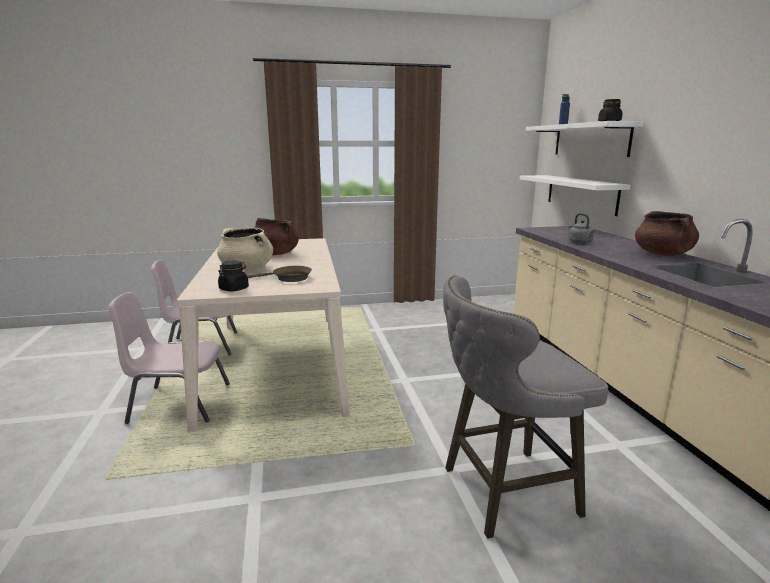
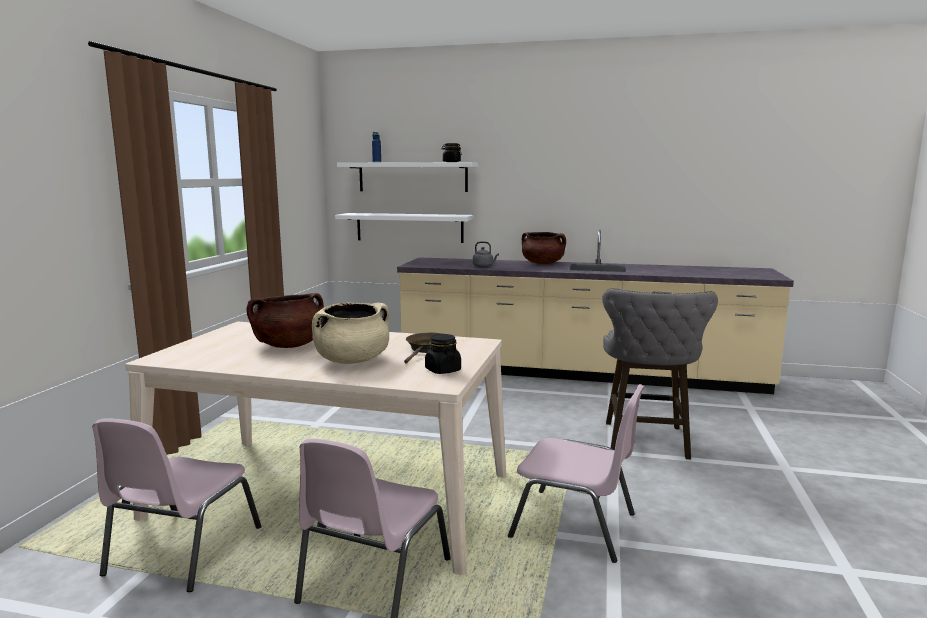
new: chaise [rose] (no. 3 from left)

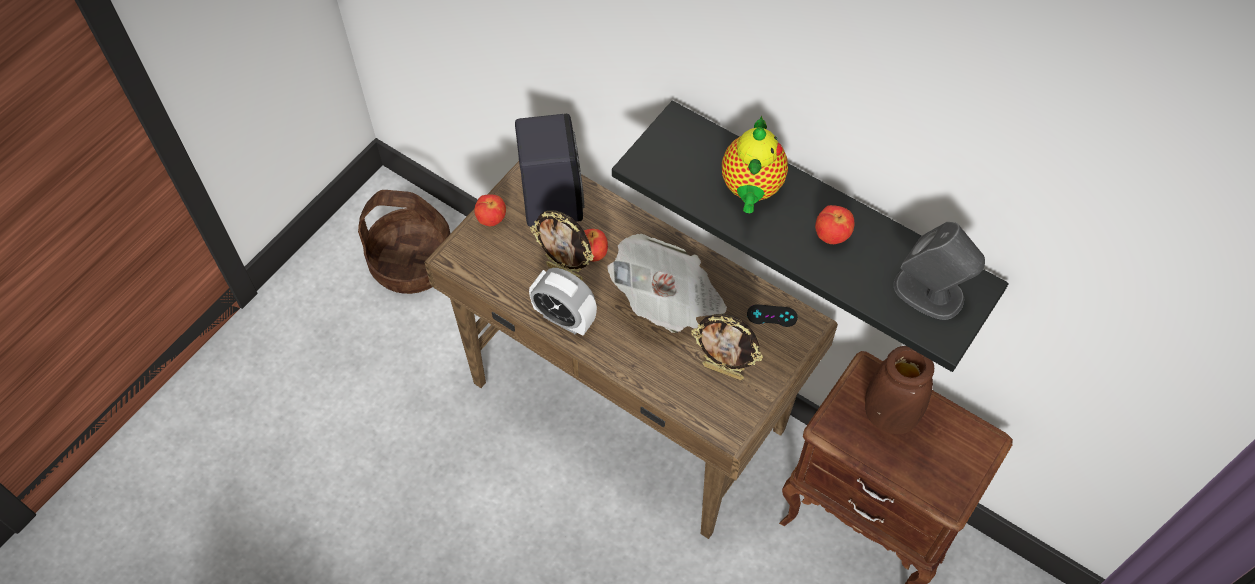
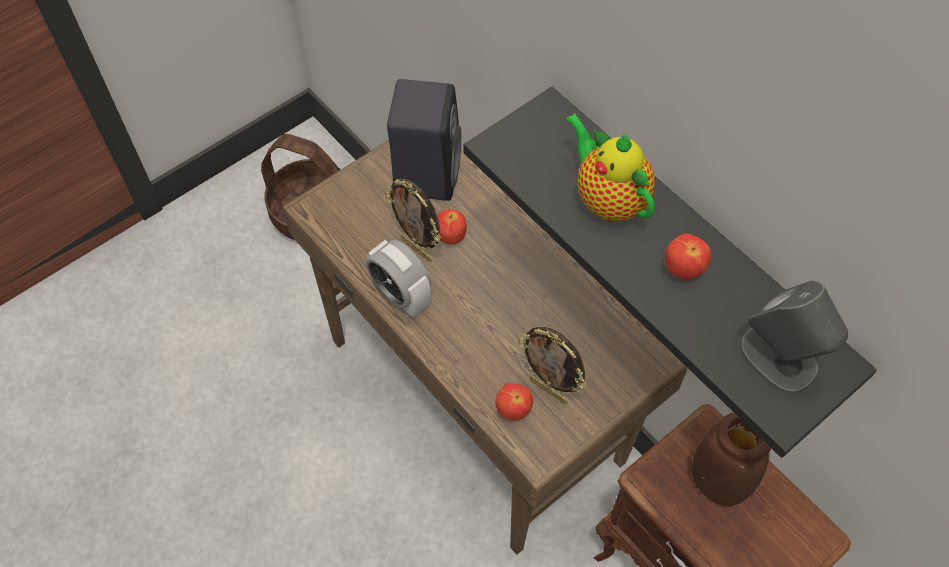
gone: journal; manette [noir]
shifted: pomme (no. 1 from left in the first image) to pomme (no. 2 from left)
rotated: théière 120 degrees clockwise

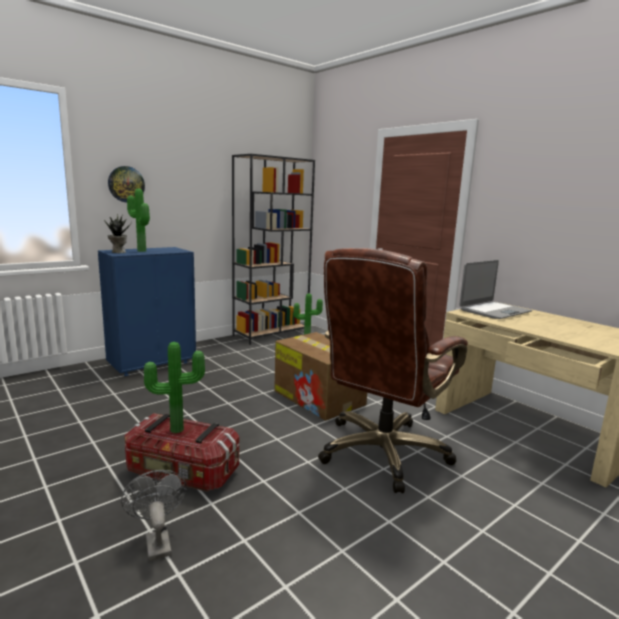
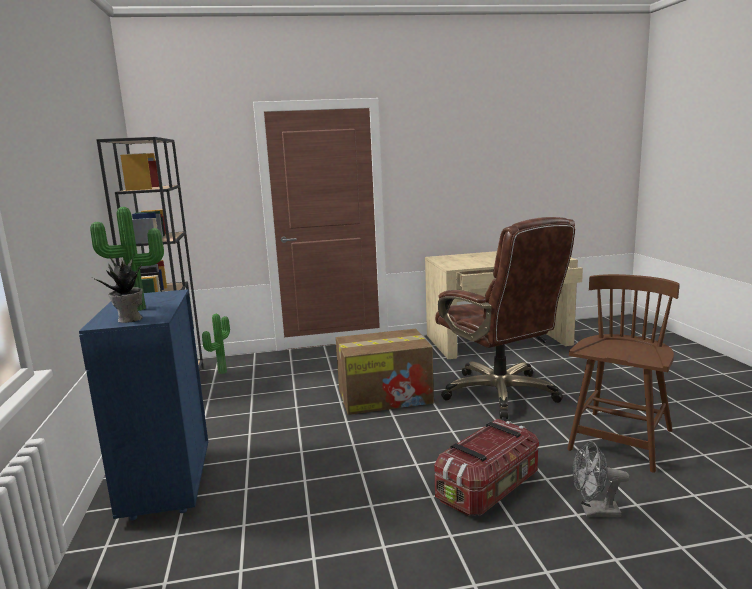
gone: horloge murale; plante en pot (no. 3 from left); ordinateur portable
new: chaise [marron]

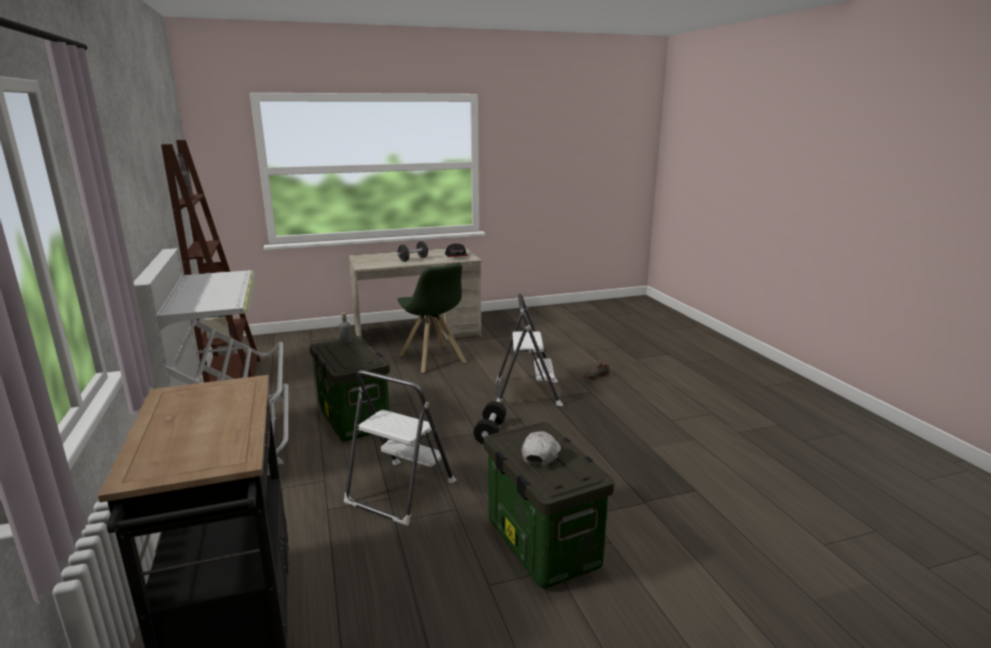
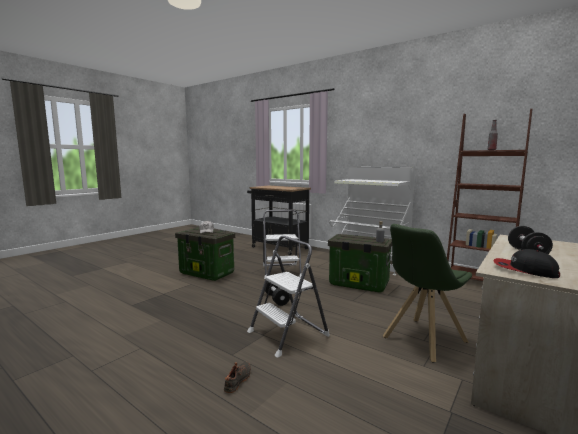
rotated: chaise [vert] 60 degrees counterclockwise

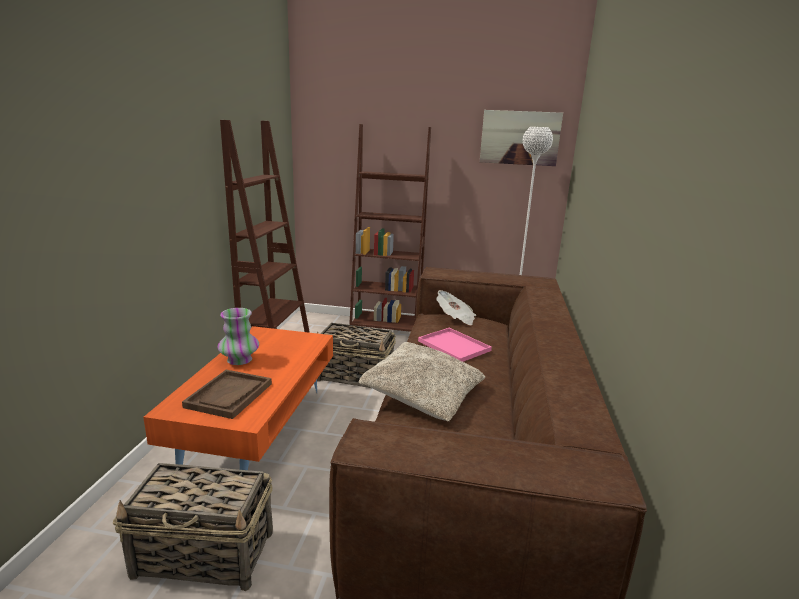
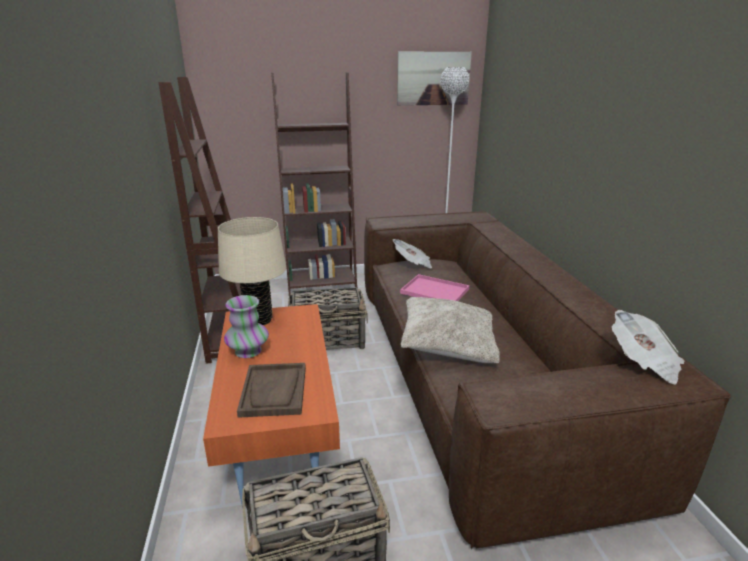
new: lampe de table [beige]; journal (no. 2 from left)

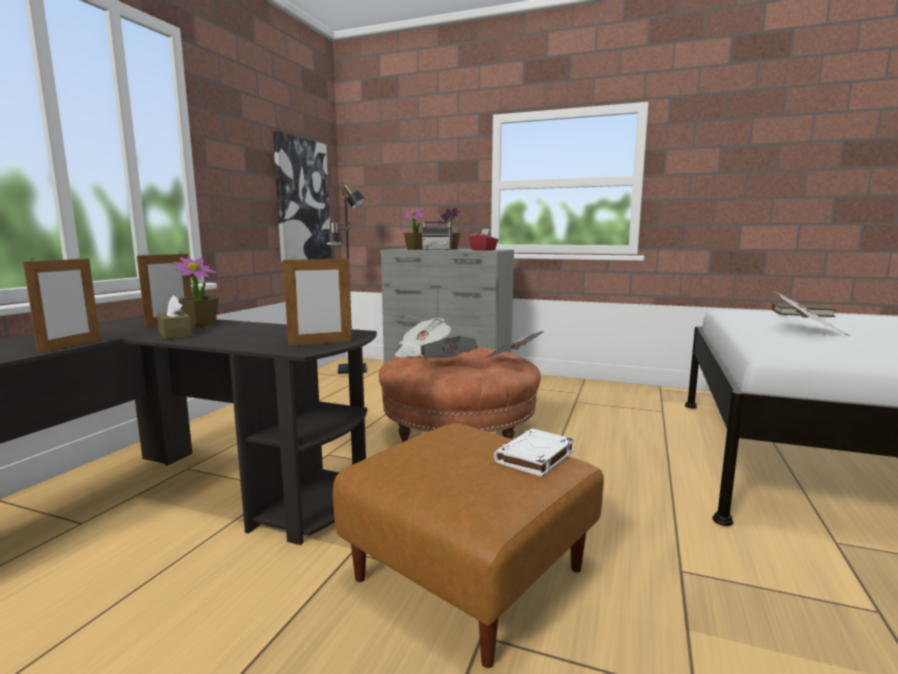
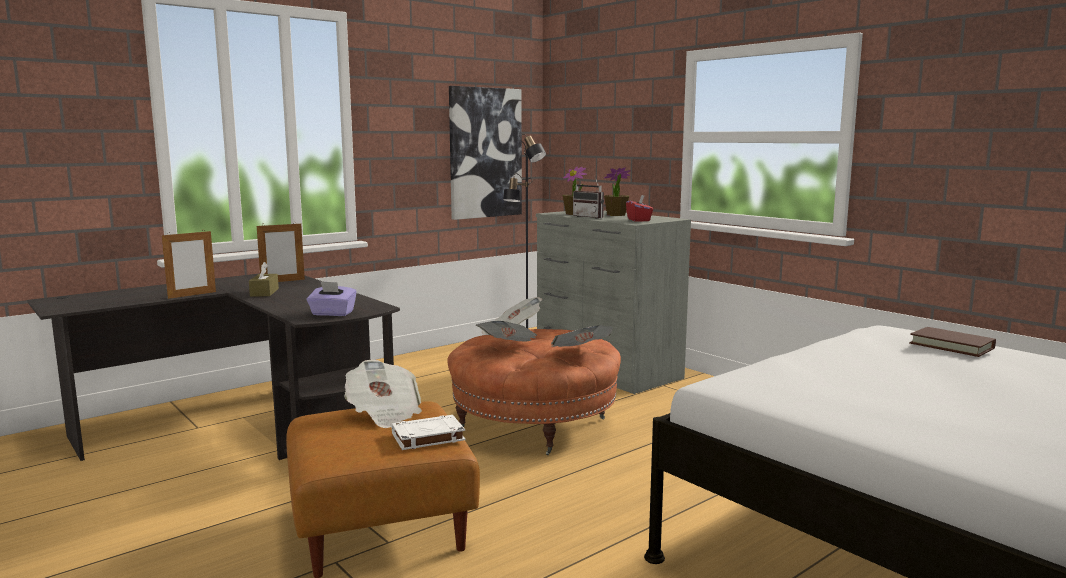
gone: plante en pot (no. 1 from left)
shifted: journal (no. 4 from left in the first image) to journal (no. 1 from left)
swapped: cadre photo (no. 3 from left) to boîte à mouchoirs [violet]

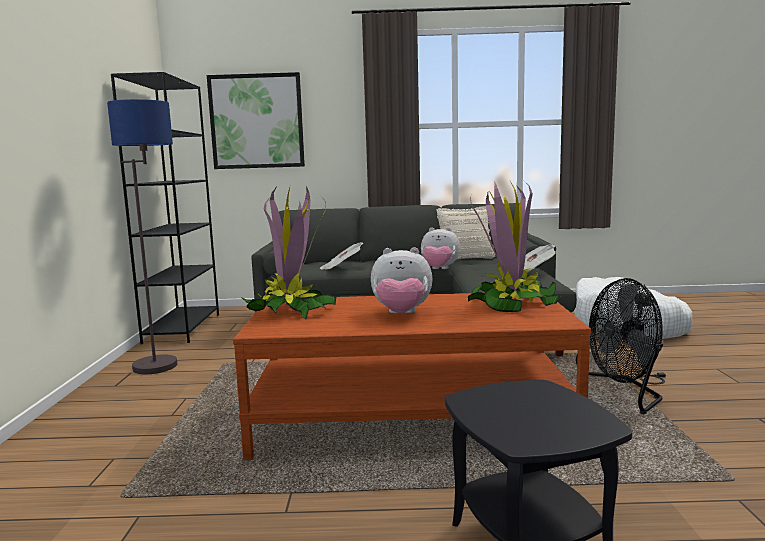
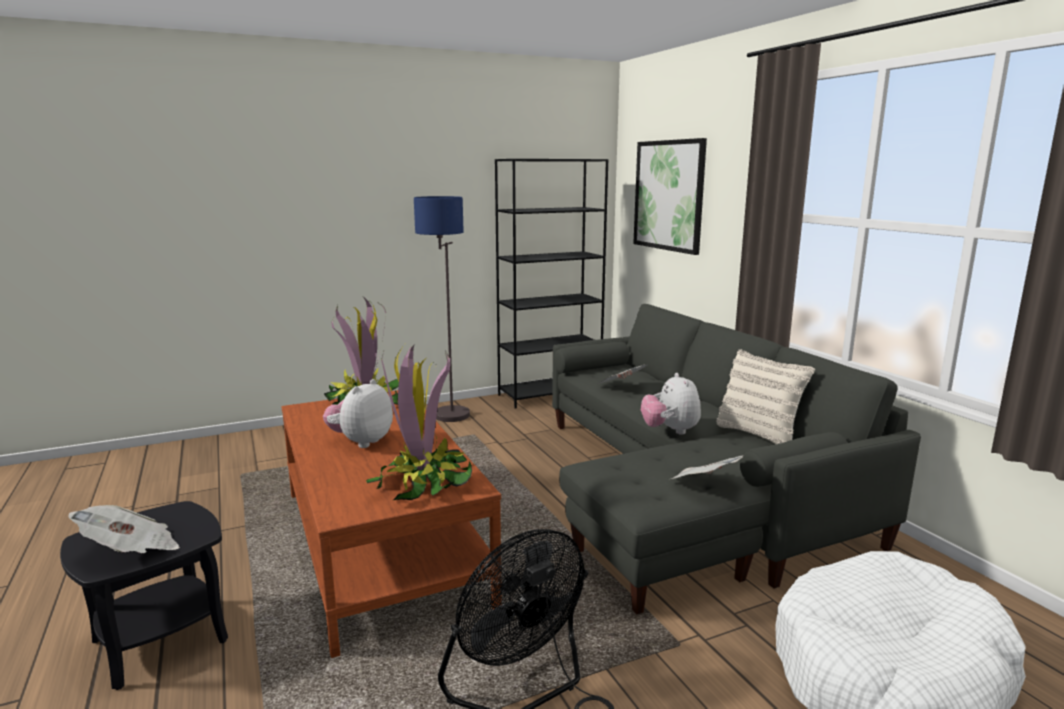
new: journal (no. 1 from left)
rotated: peluche (no. 1 from left) 45 degrees clockwise

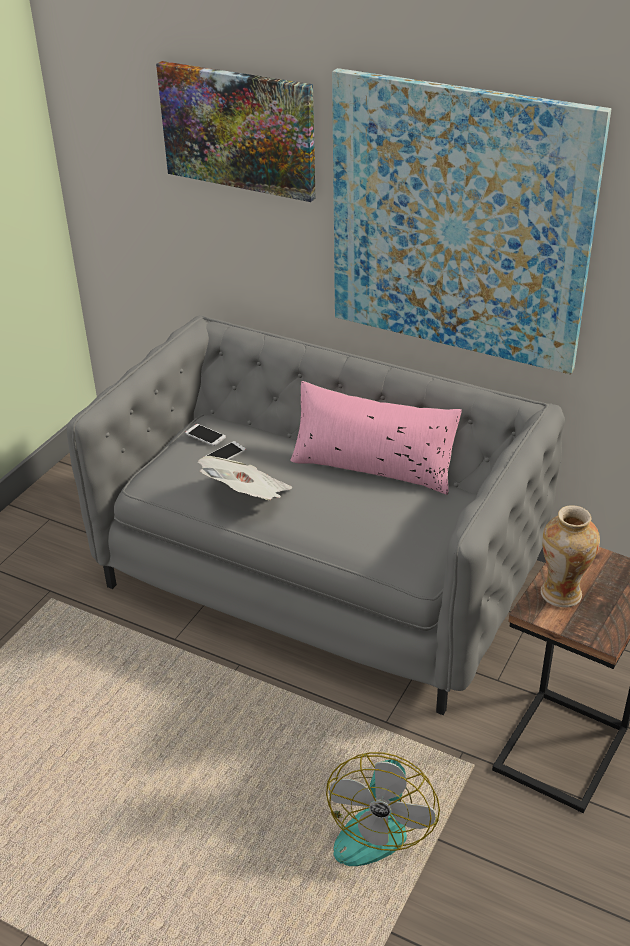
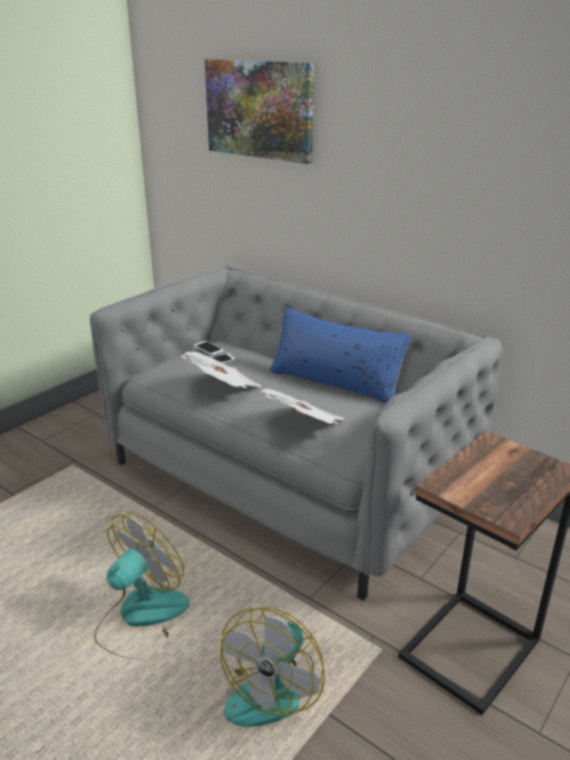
gone: tableau (no. 2 from left); vase
new: ventilateur (no. 1 from left); journal (no. 2 from left)
repainted: coussin [rose] to coussin [bleu]

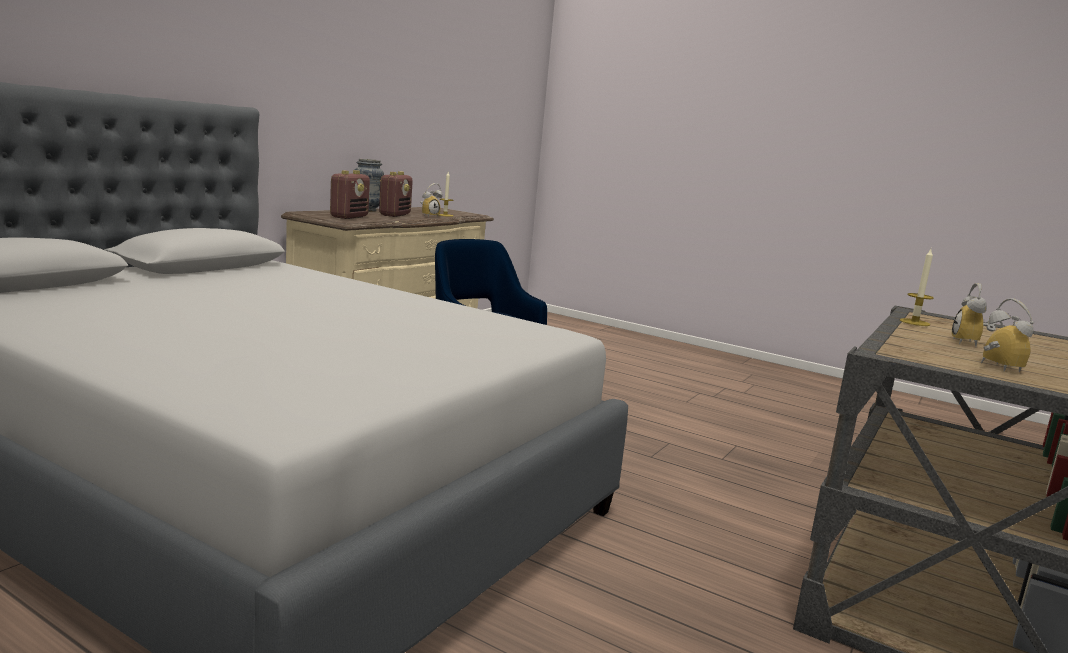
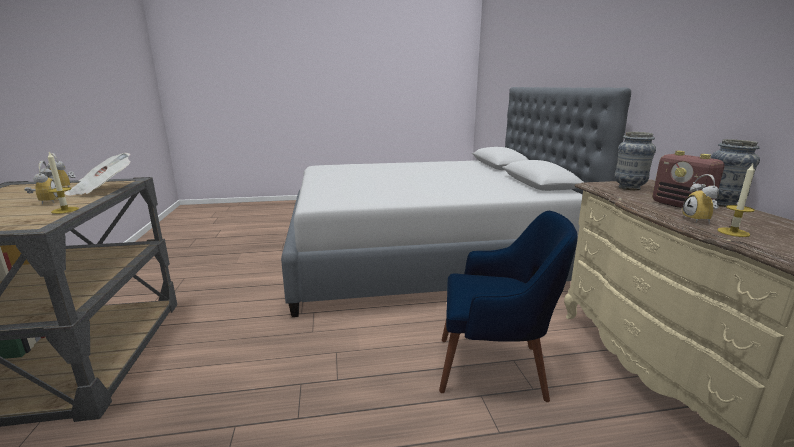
new: journal
swapped: radio (no. 1 from left) to vase (no. 1 from left)

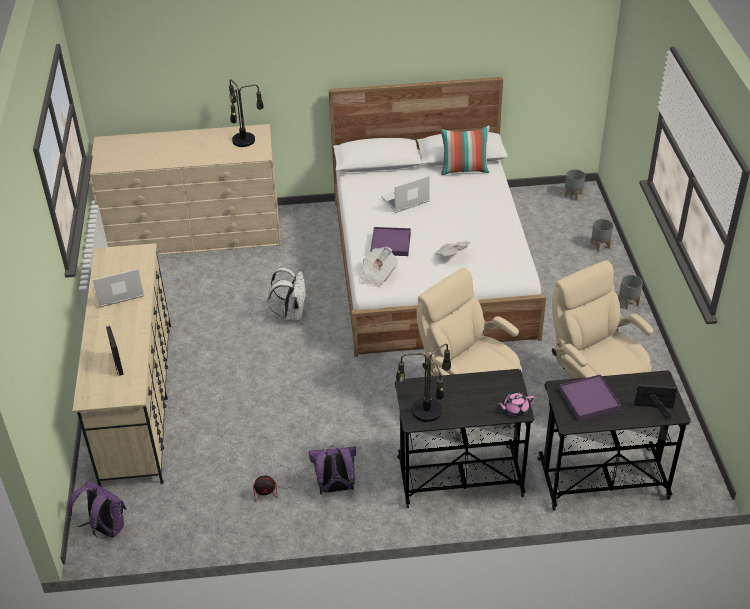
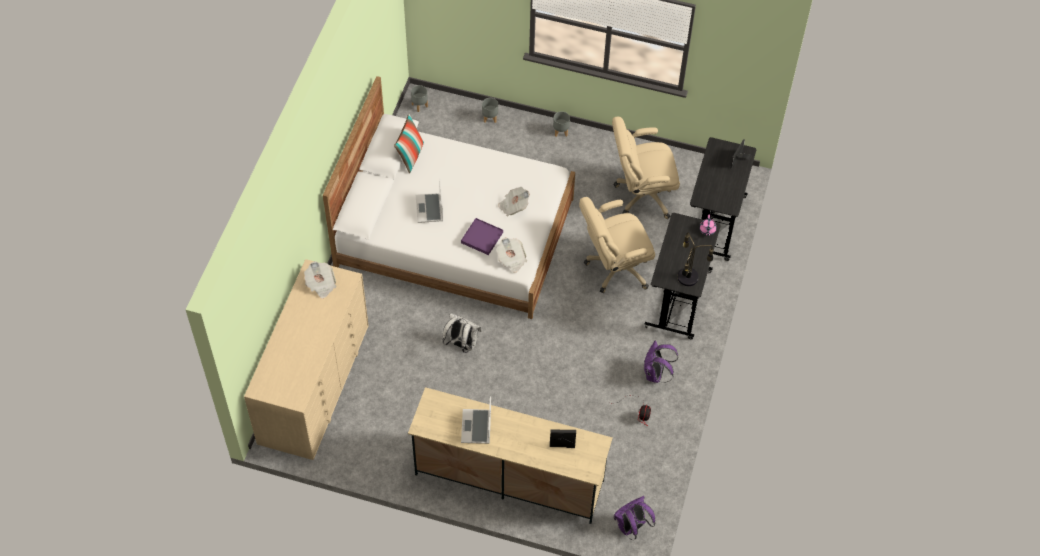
gone: plateau [violet] (no. 2 from left)
swapped: lampe de table (no. 1 from left) to journal (no. 1 from left)

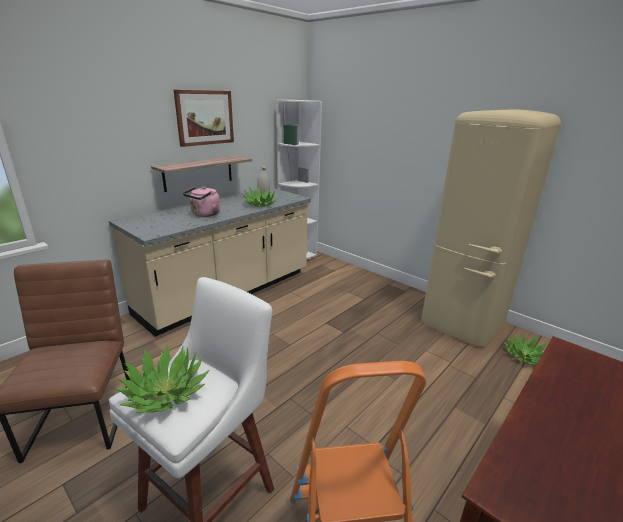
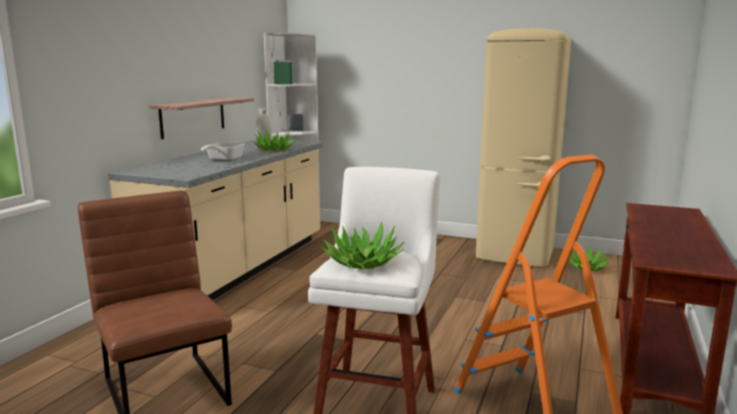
gone: tableau
swapped: bouilloire [rose] to poêle

